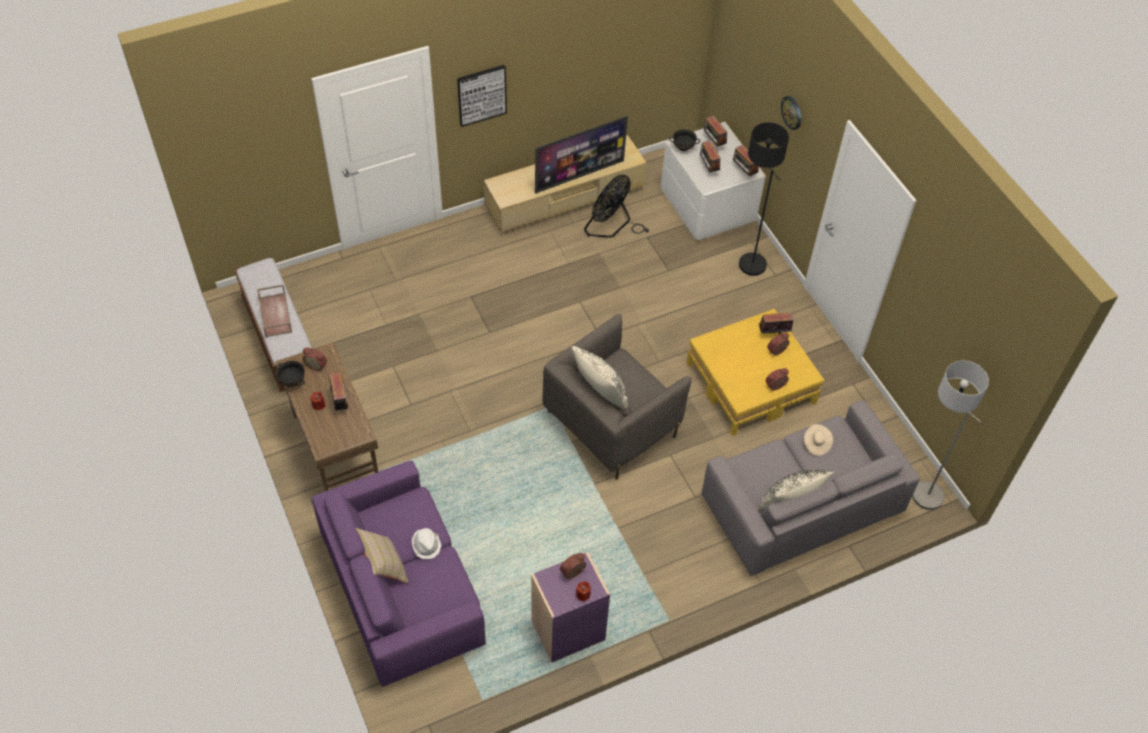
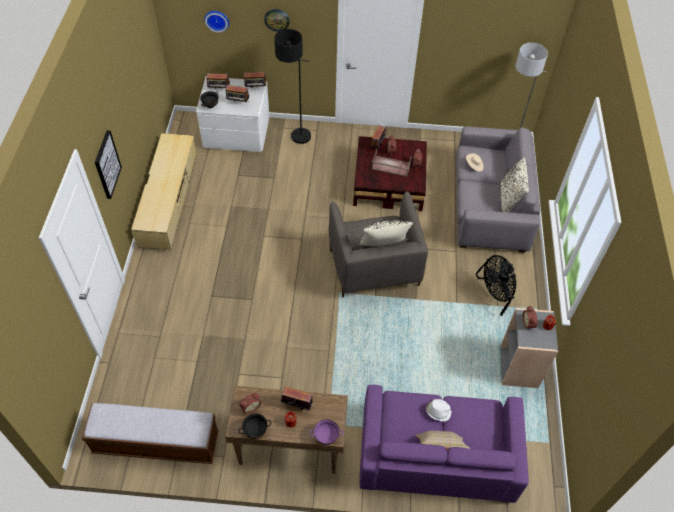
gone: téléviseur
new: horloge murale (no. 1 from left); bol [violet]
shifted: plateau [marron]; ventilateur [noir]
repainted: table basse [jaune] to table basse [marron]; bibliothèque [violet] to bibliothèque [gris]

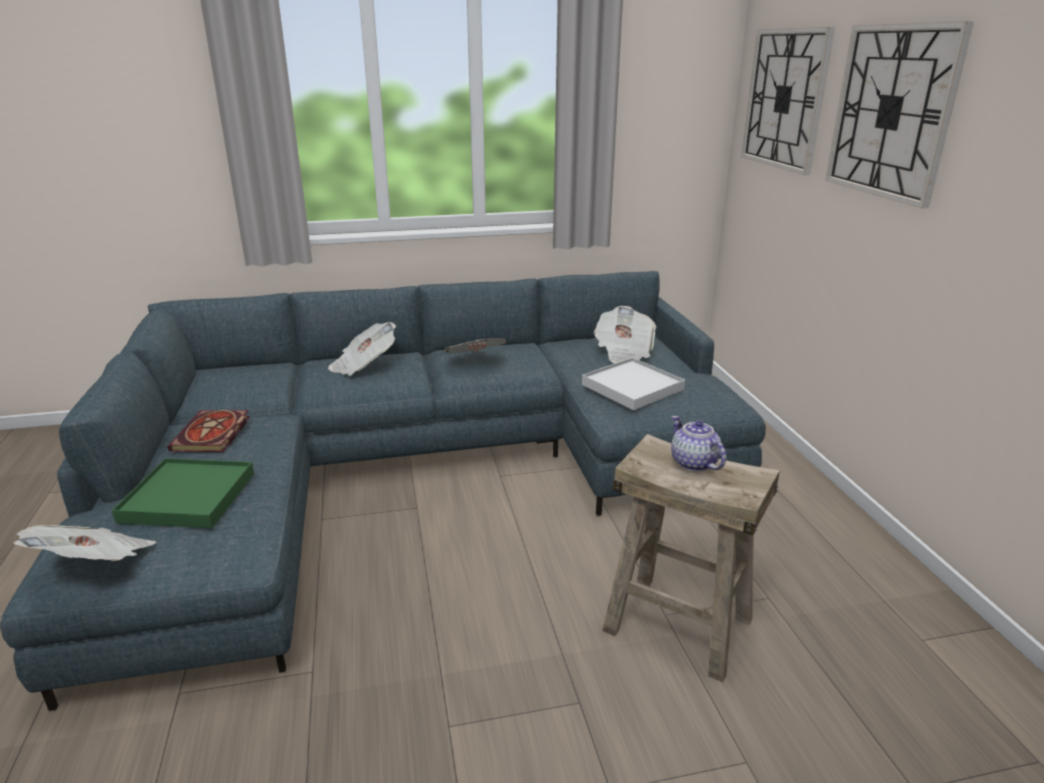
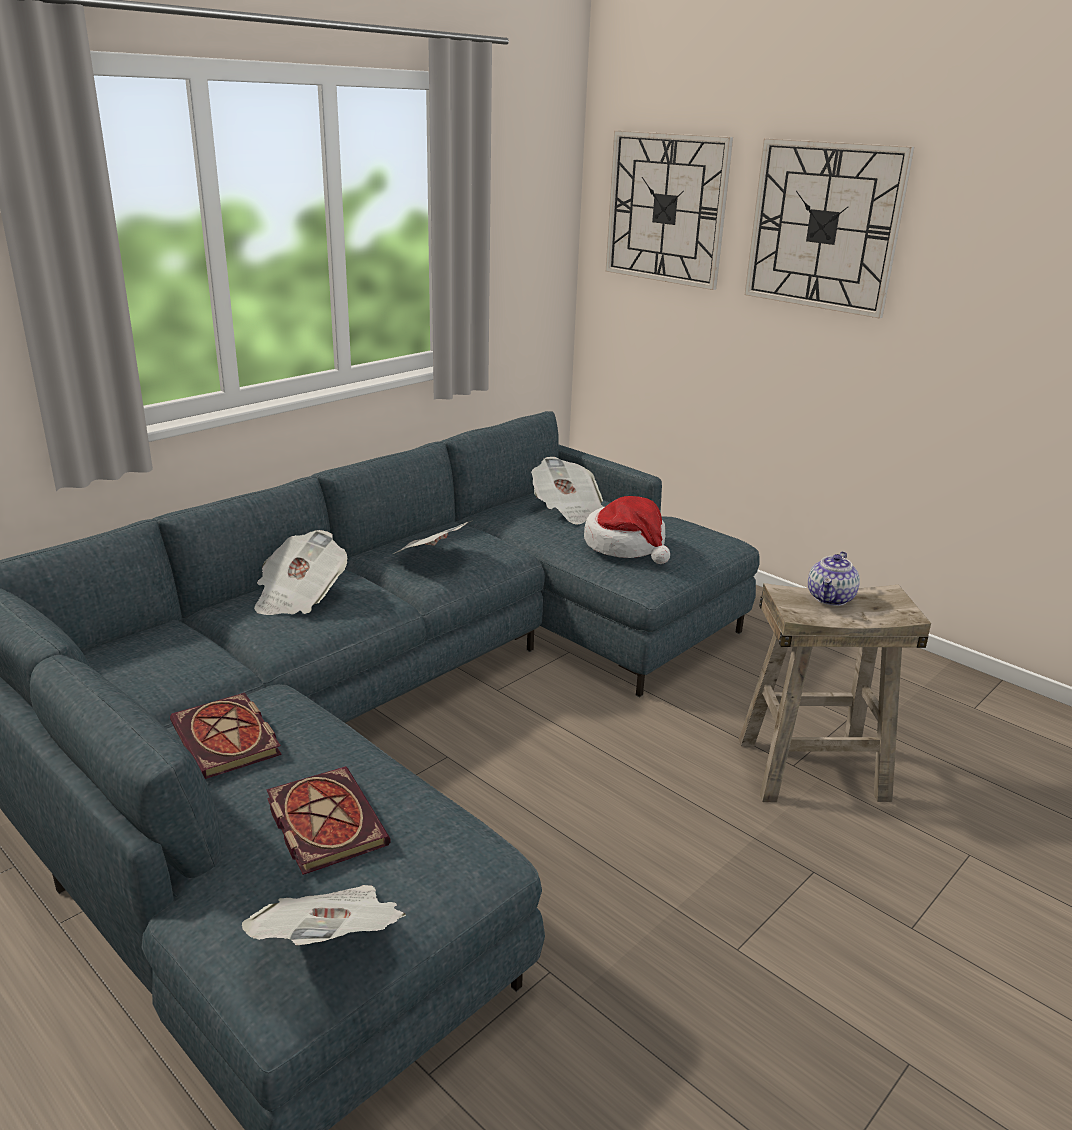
swapped: plateau [vert] to livre (no. 2 from left); plateau [blanc] to chapeau
rotated: théière 90 degrees counterclockwise

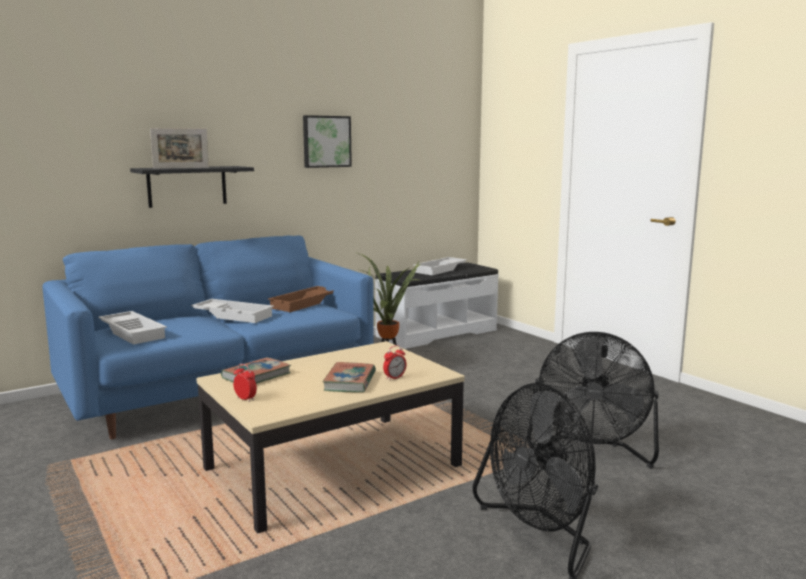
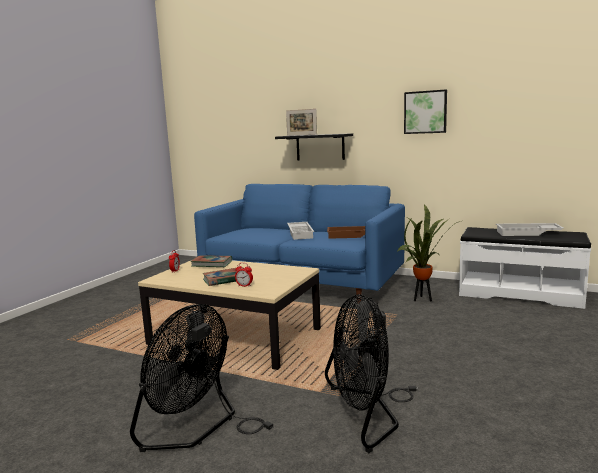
gone: plateau [blanc] (no. 1 from left)

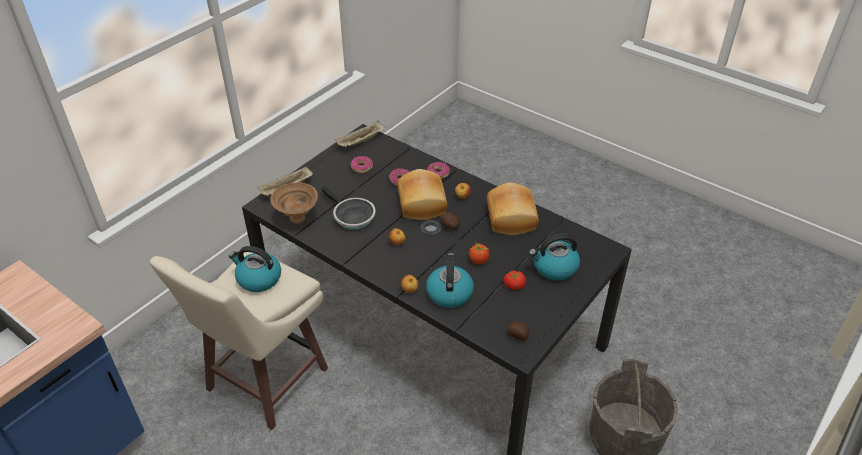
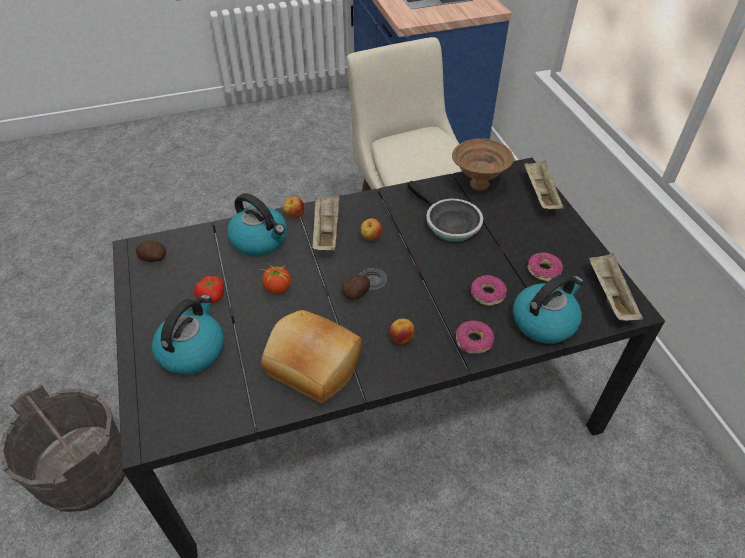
gone: pain (no. 1 from left)
new: plateau [beige] (no. 1 from left)
shifted: bouilloire (no. 1 from left in the first image) to bouilloire (no. 3 from left)
rotated: poêle 120 degrees counterclockwise

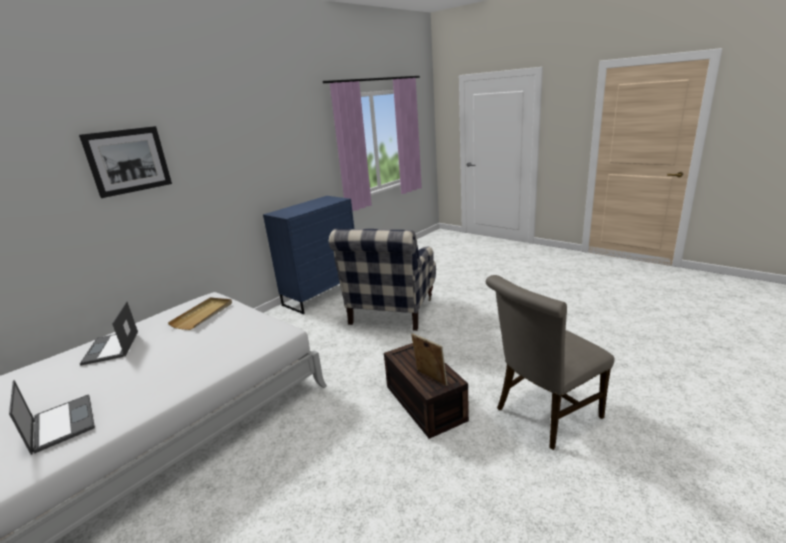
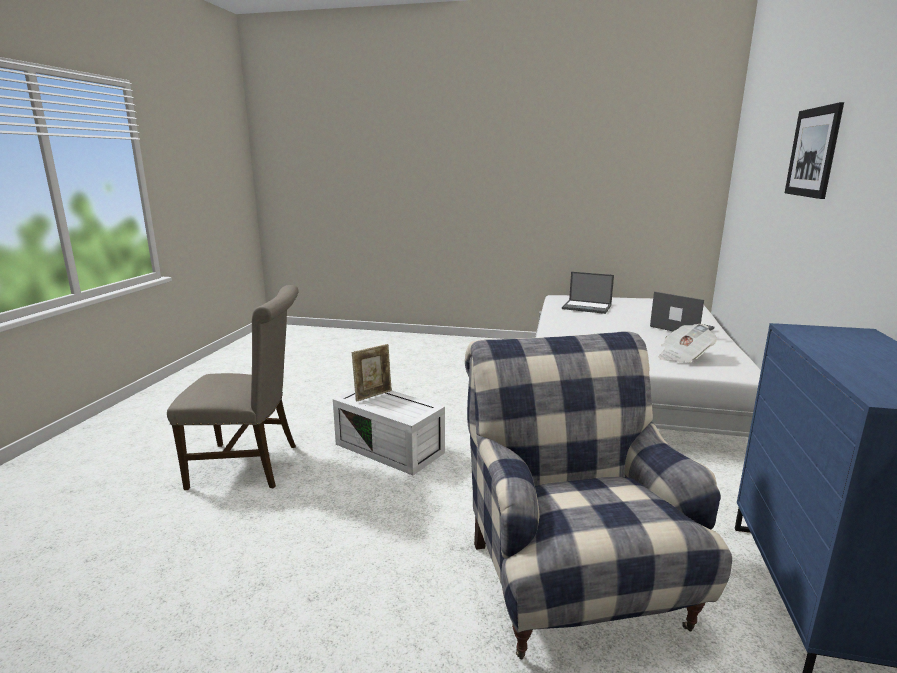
swapped: plateau [beige] to journal
repainted: boîte de rangement [marron] to boîte de rangement [blanc]
rotated: chaise [beige] 60 degrees clockwise; cadre photo 60 degrees counterclockwise

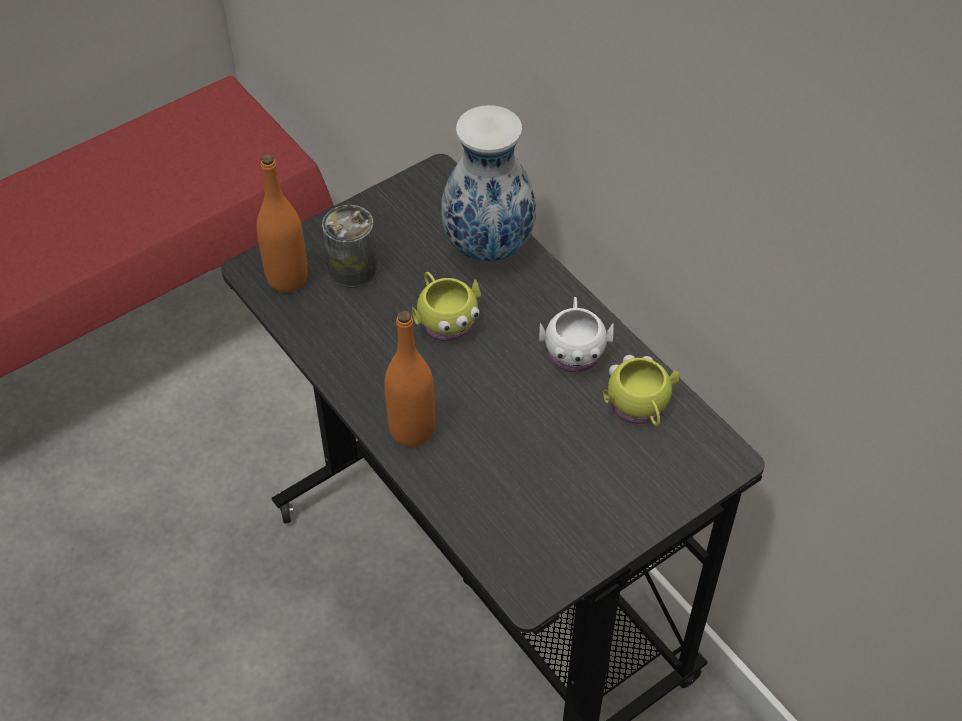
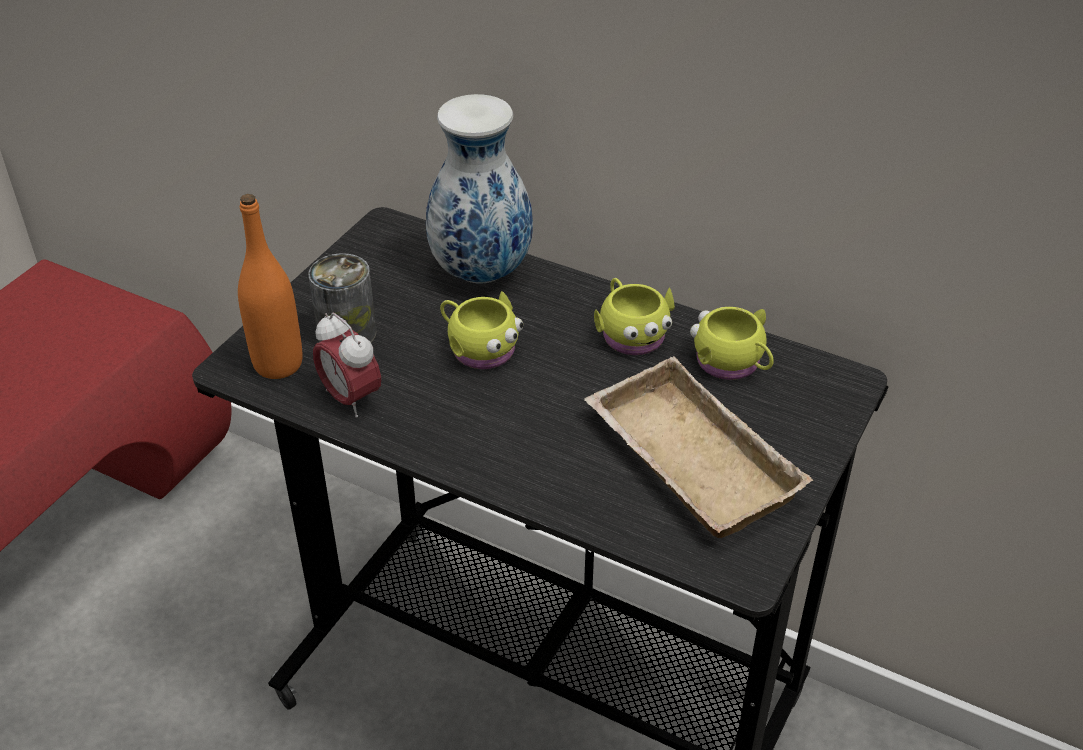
gone: bouteille [orange] (no. 2 from left)
new: réveil; plateau [beige]
repainted: mug [blanc] to mug [jaune] (no. 2 from left)

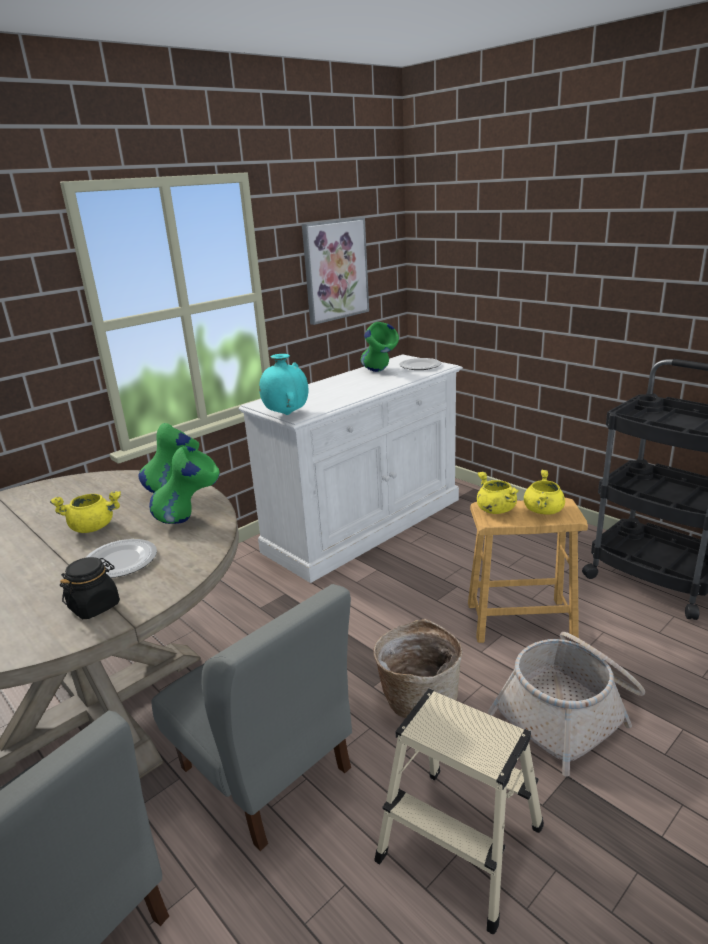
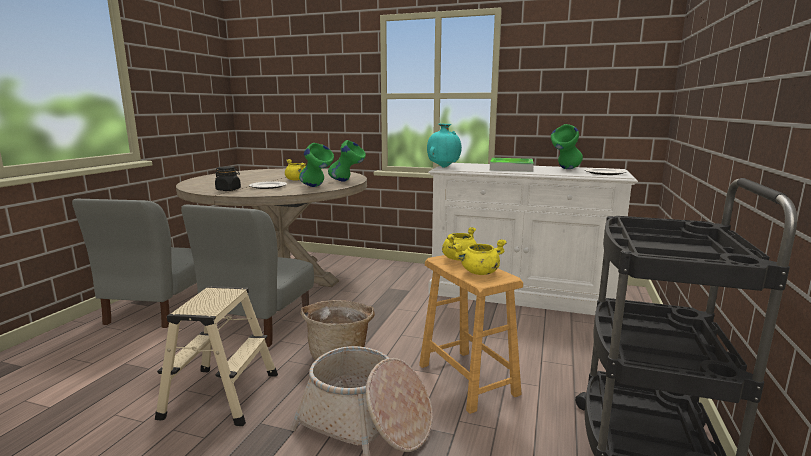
gone: tableau
new: plateau

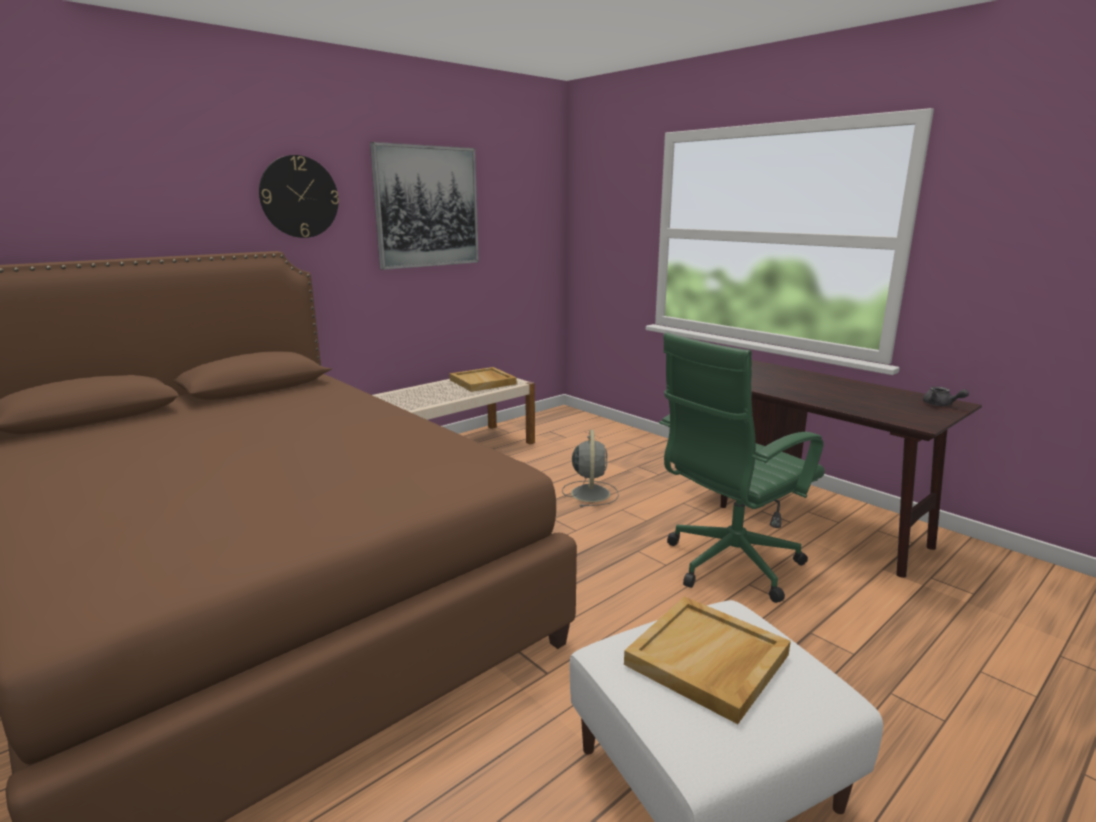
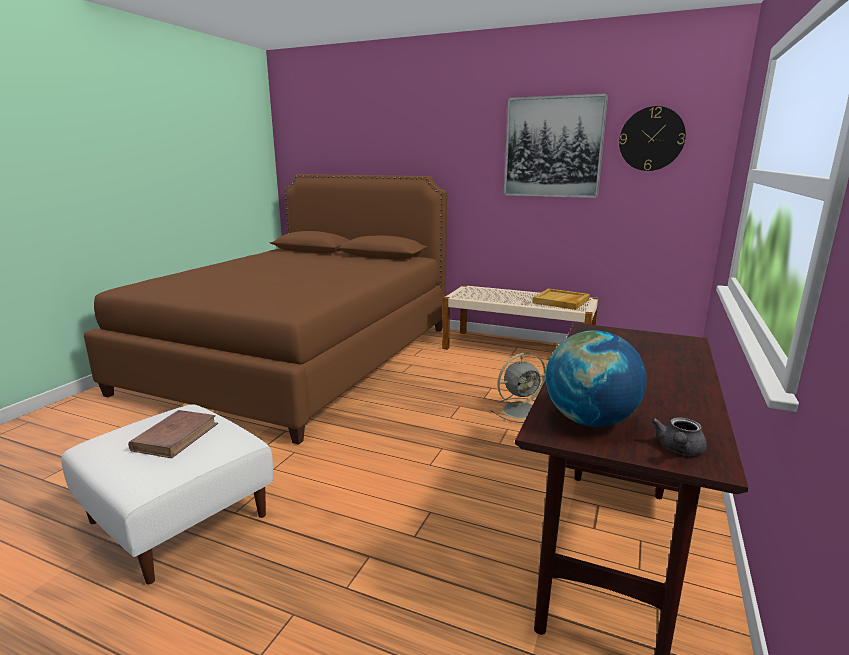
gone: chaise de bureau [vert]
new: globe
shifted: horloge murale
swapped: plateau [beige] (no. 2 from left) to livre [marron]

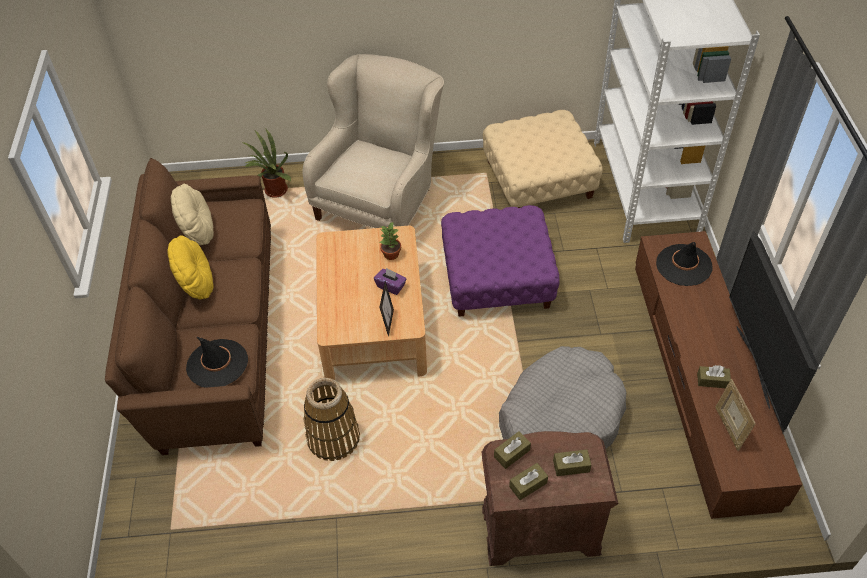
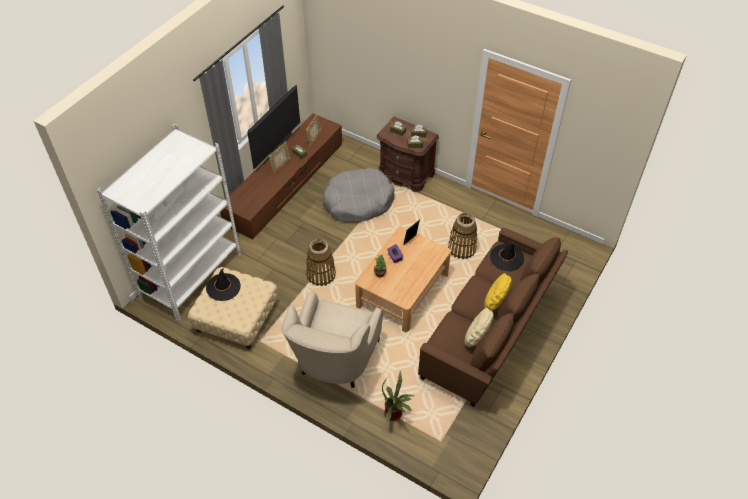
new: cadre photo (no. 1 from left)
shifted: chapeau [noir] (no. 2 from left in the first image) to chapeau [noir] (no. 1 from left)
swapped: pouf [violet] to panier (no. 1 from left)
rotated: fauteuil [beige] 45 degrees counterclockwise

